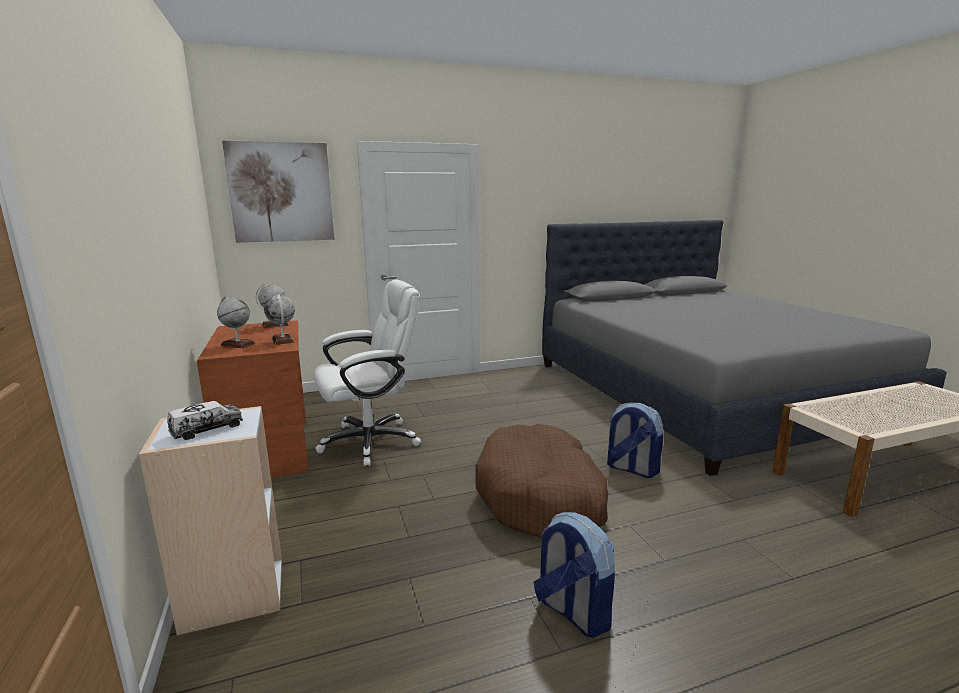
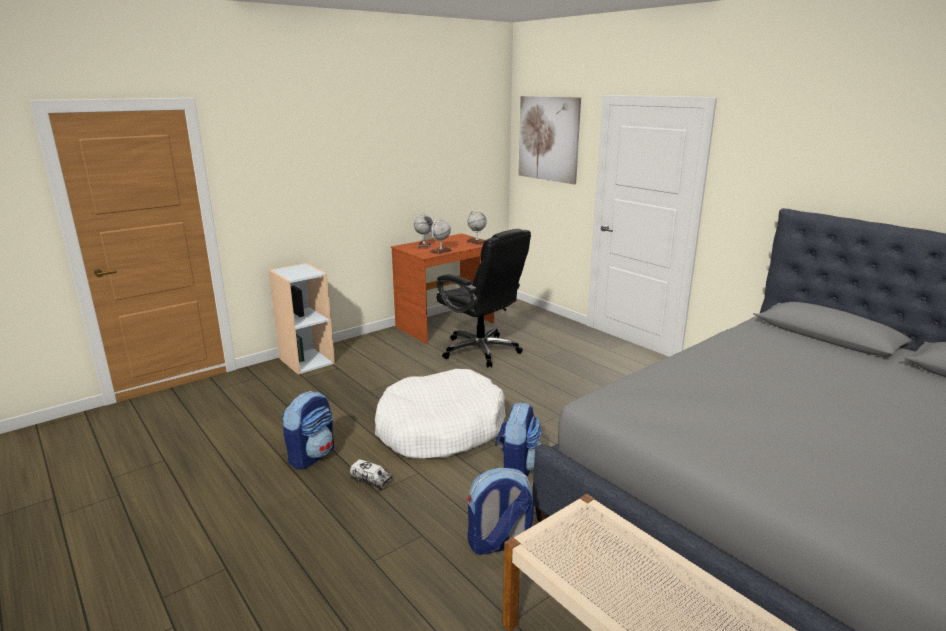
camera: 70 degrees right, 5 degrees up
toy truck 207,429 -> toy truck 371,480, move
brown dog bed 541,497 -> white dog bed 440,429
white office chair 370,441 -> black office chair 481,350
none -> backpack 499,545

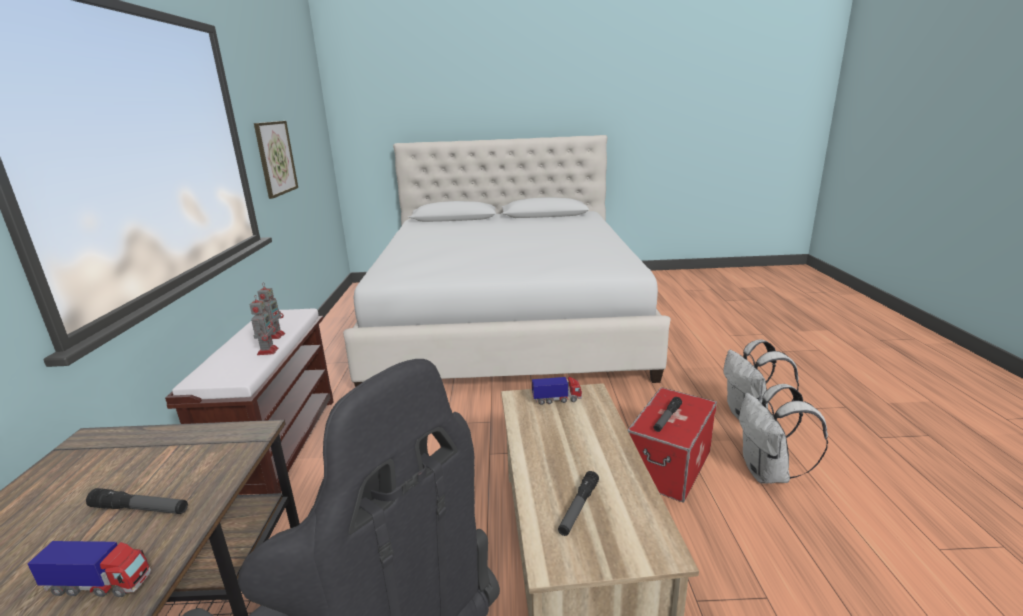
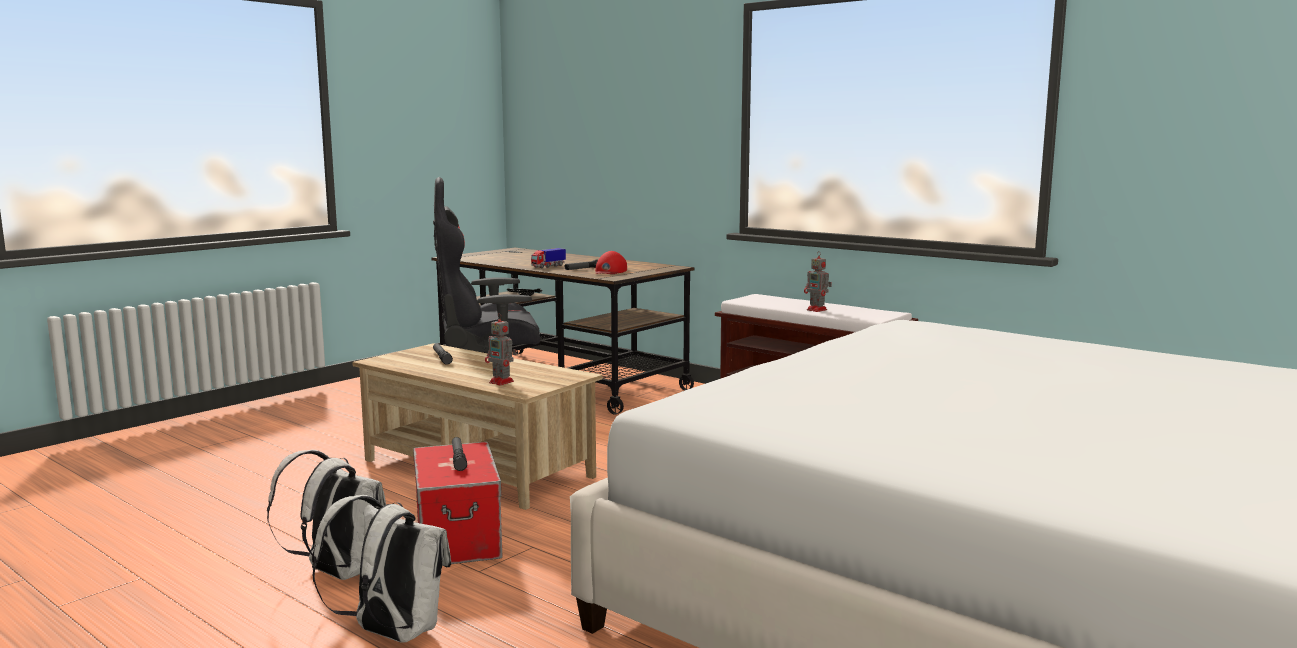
camera: 130 degrees right, 10 degrees down
toy robot 268,351 -> toy robot 502,382, move
none -> red cap 610,271
picture 275,158 -> none
toy truck 557,400 -> none

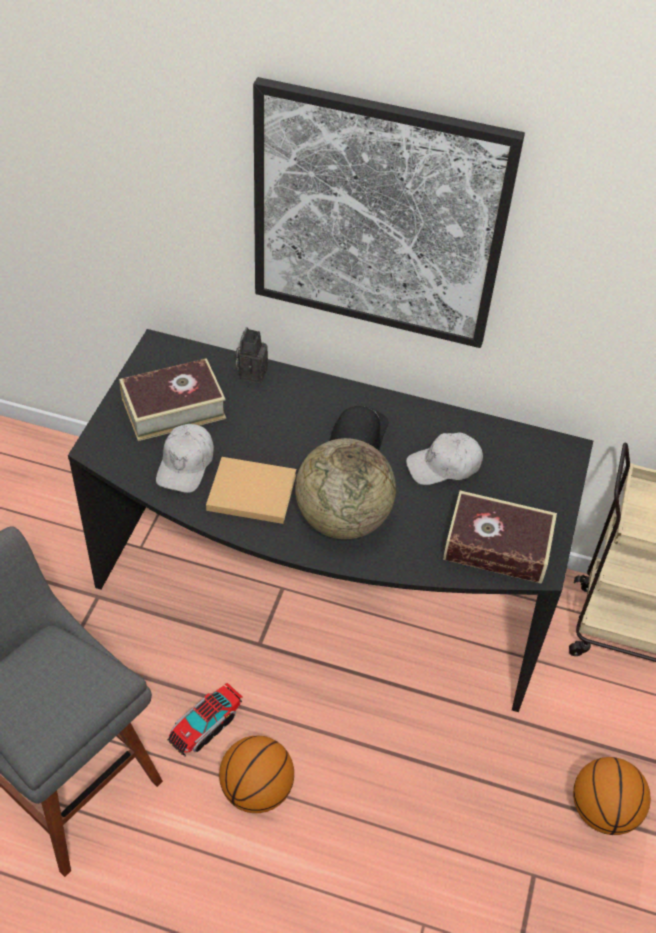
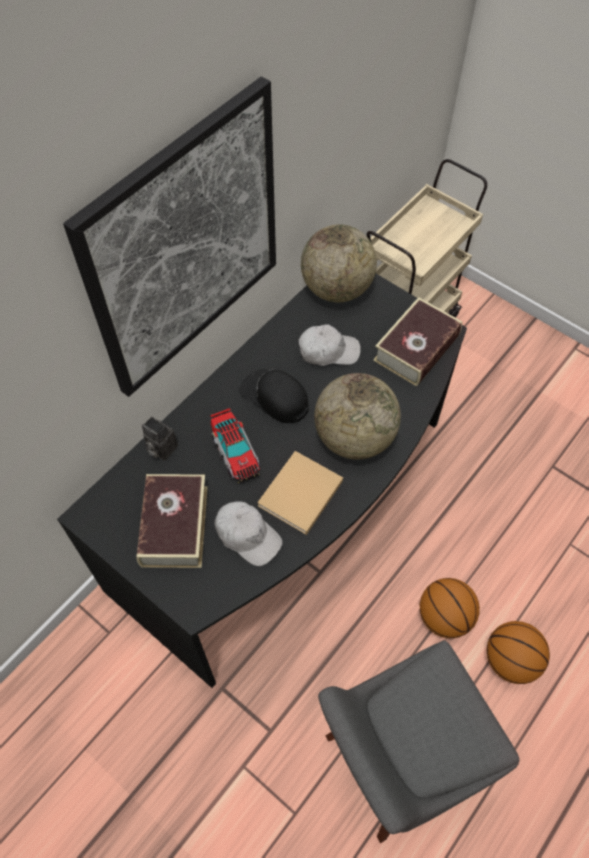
camera: 65 degrees left, 10 degrees up
toy truck 205,726 -> toy truck 235,452, move
white cap 444,466 -> white cap 328,351, 105 degrees counterclockwise
none -> globe 337,289
basketball 602,811 -> basketball 510,660, move

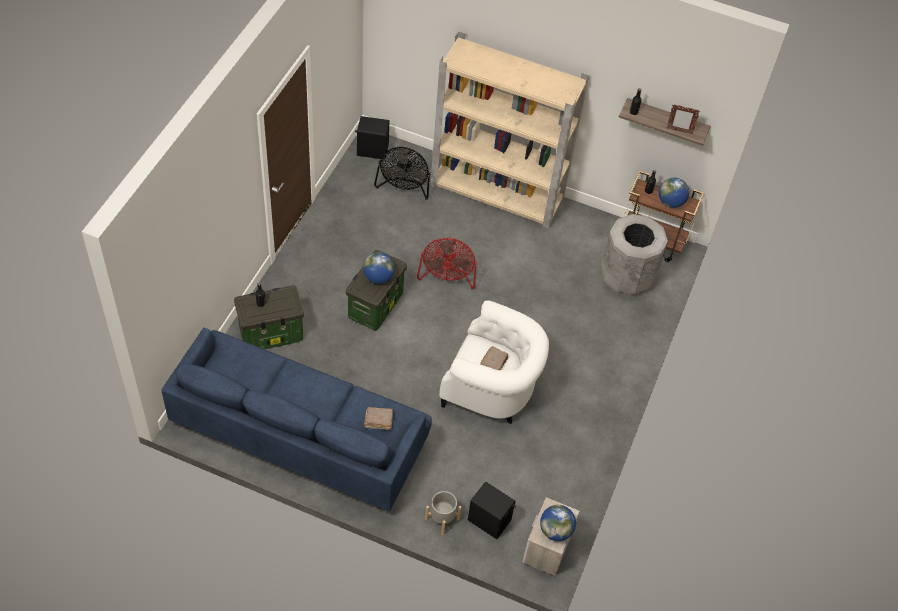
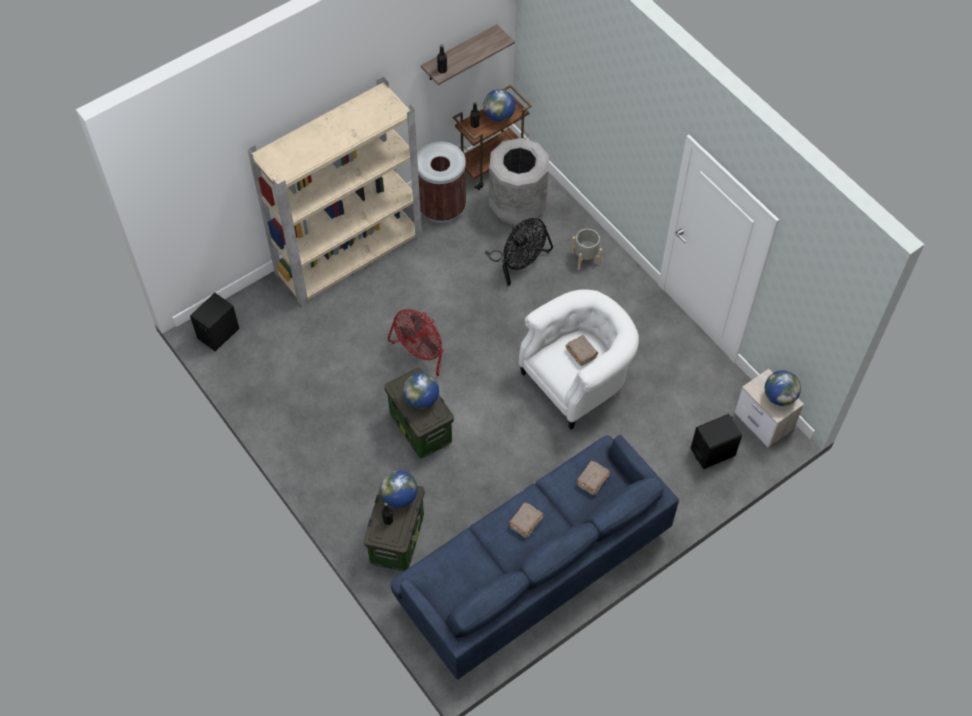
camera: 55 degrees left, 5 degrees up
none -> globe 399,497
red fan 445,275 -> red fan 421,349, 90 degrees clockwise
none -> brown trash can 442,207
black fan 402,185 -> black fan 518,263, move
none -> brown book 525,523
grey planter 442,519 -> grey planter 585,258, move
picture frame 679,131 -> none

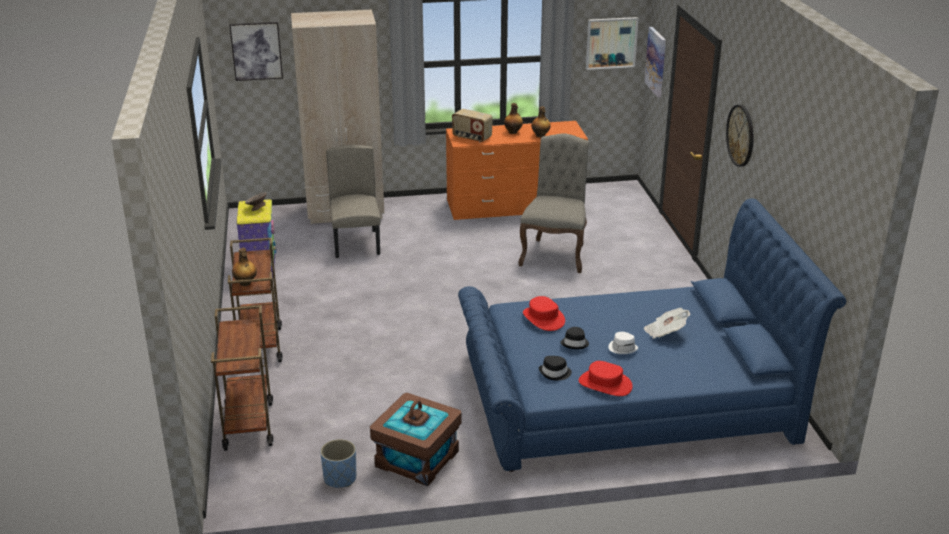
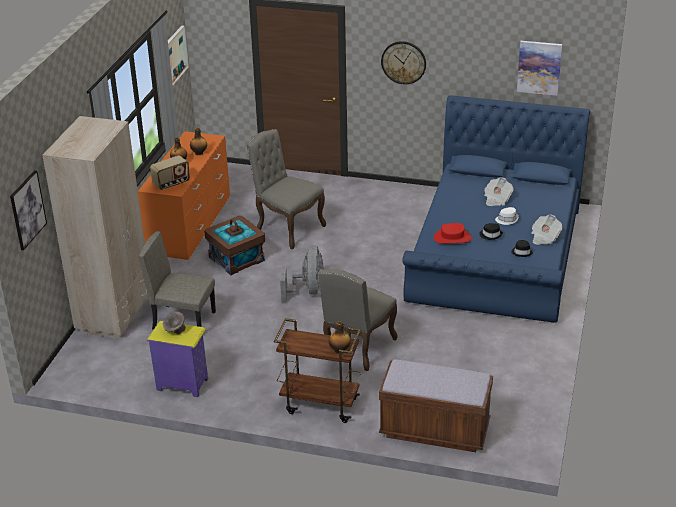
camera: 65 degrees left, 5 degrees up
brown storage box 417,459 -> brown storage box 237,259, move
none -> grey fan 307,291
none -> grey chair 356,349
brown cart 249,424 -> brown bench 434,430
picture 656,61 -> picture 539,67, move
red hat 605,384 -> newspaper 544,237
blue planter 340,478 -> none

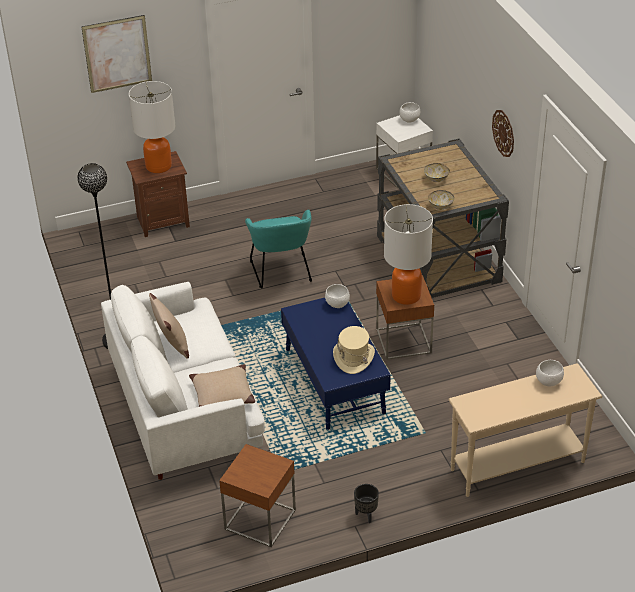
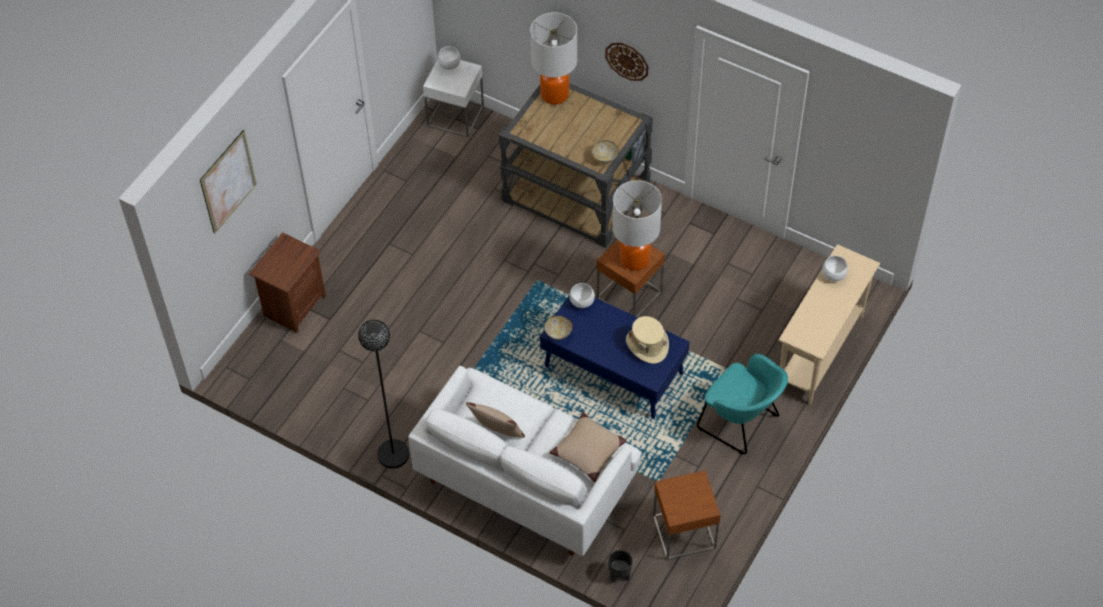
camera: 40 degrees left, 15 degrees up
table lamp 158,166 -> table lamp 554,94, move
bowl 436,179 -> bowl 558,333, move
black planter 365,515 -> black planter 619,575, move
turquoise armchair 281,273 -> turquoise armchair 741,424, move

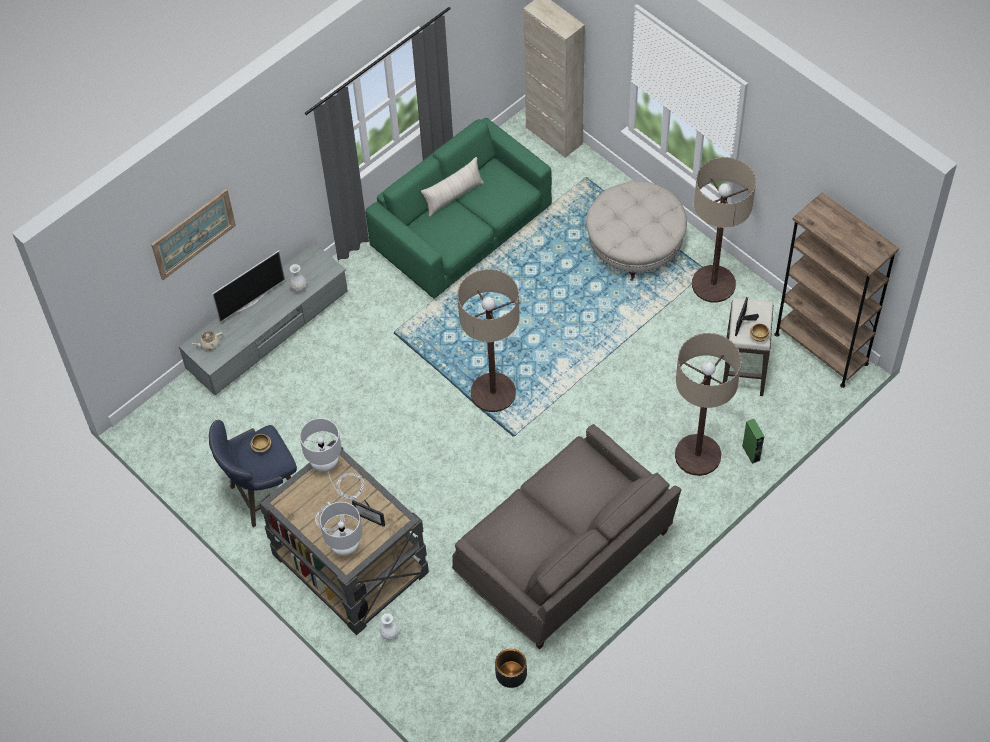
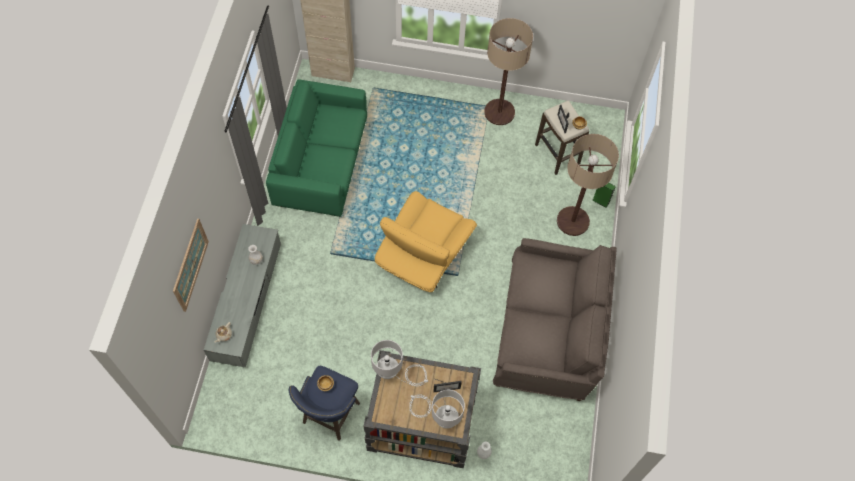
camera: 40 degrees left, 5 degrees up
floor lamp 493,393 -> yellow armchair 423,255
television 251,302 -> none
beige pillow 453,196 -> none
black planter 511,674 -> none
beige ottoman 635,245 -> none
brown bookcase 821,349 -> none

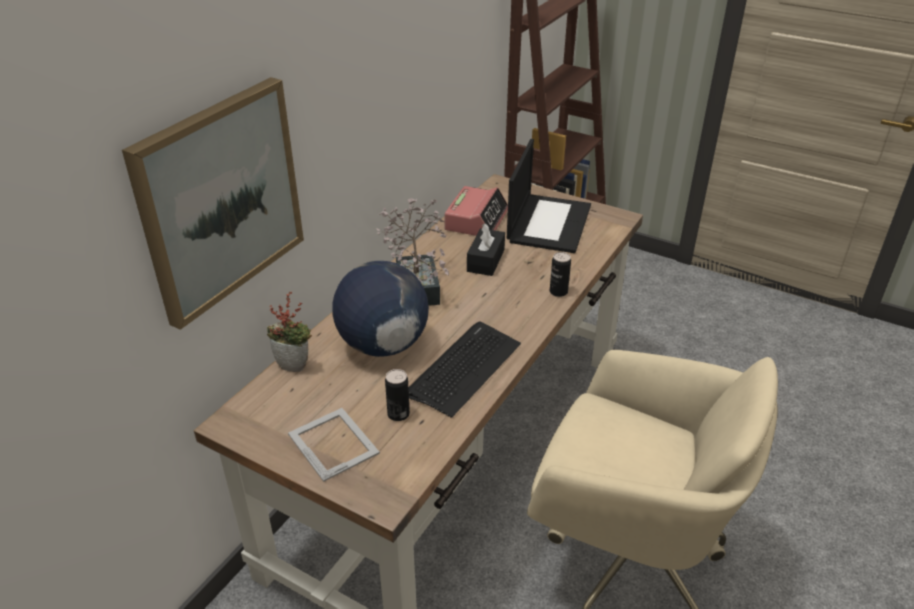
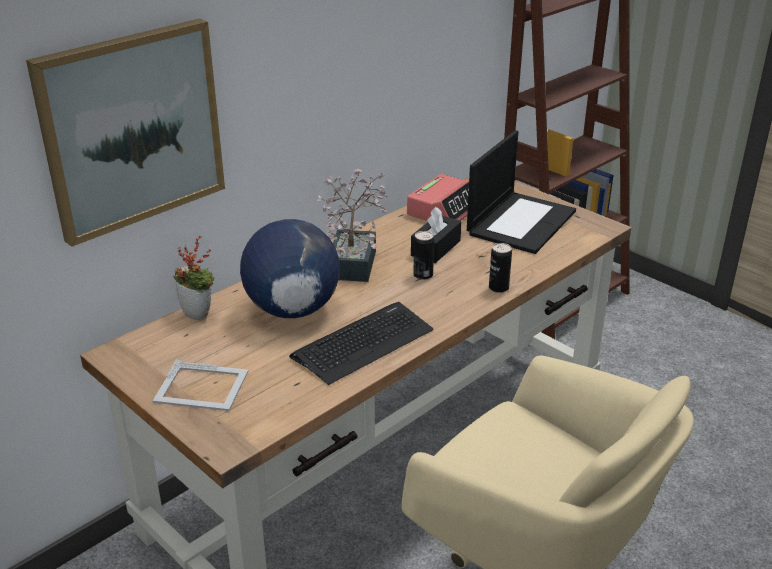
camera: 15 degrees right, 5 degrees down
picture frame 333,442 -> picture frame 202,387, 120 degrees clockwise
can 398,414 -> can 423,275, move

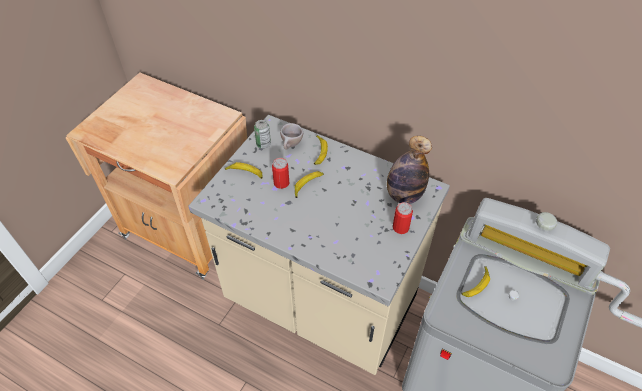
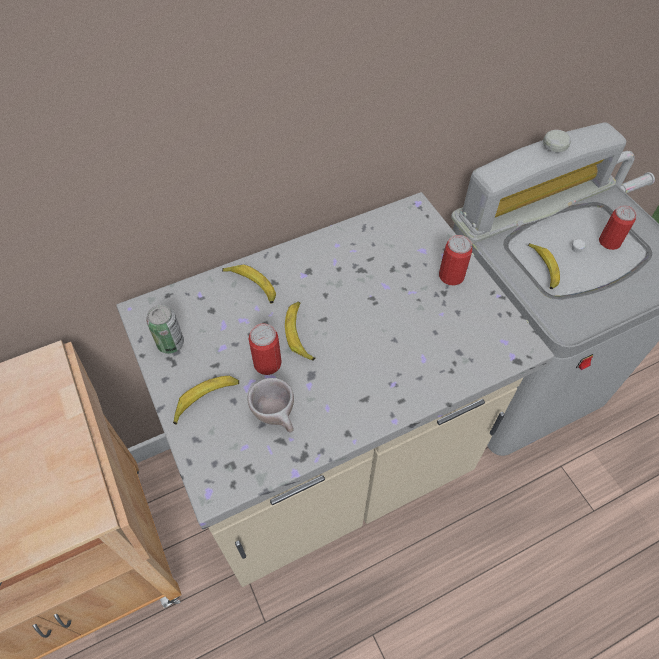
camera: 55 degrees left, 5 degrees up
beige cup 291,146 -> beige cup 277,418, move
none -> can 609,242
bottle 403,195 -> none

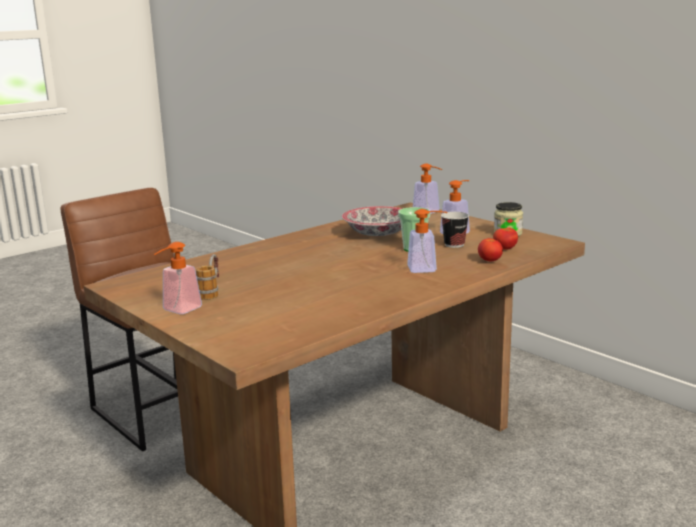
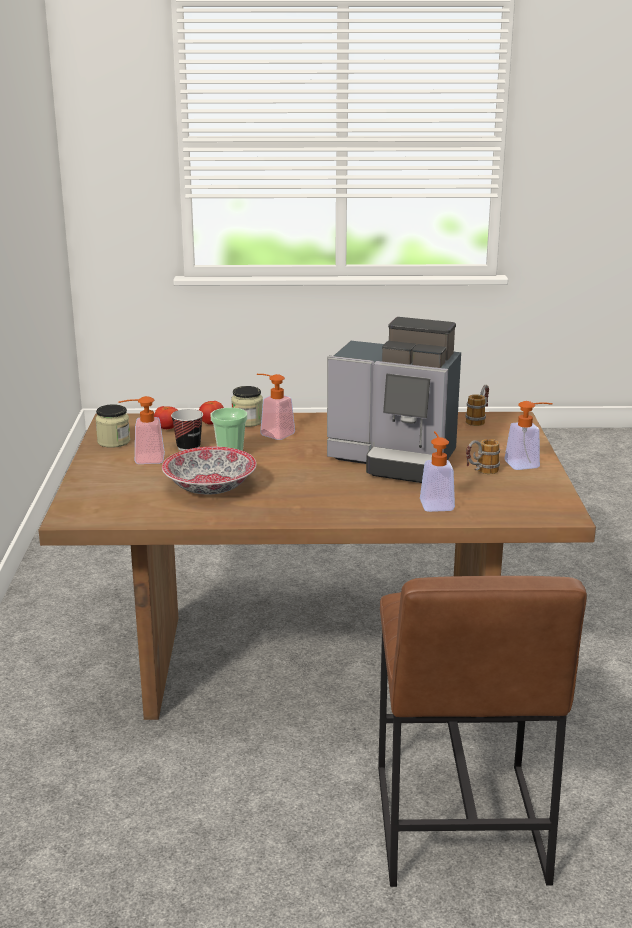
camera: 140 degrees left, 5 degrees up
none -> jar 247,421
none -> coffee machine 395,460
soap dispenser 429,212 -> soap dispenser 435,503, move
none -> mug 478,419

